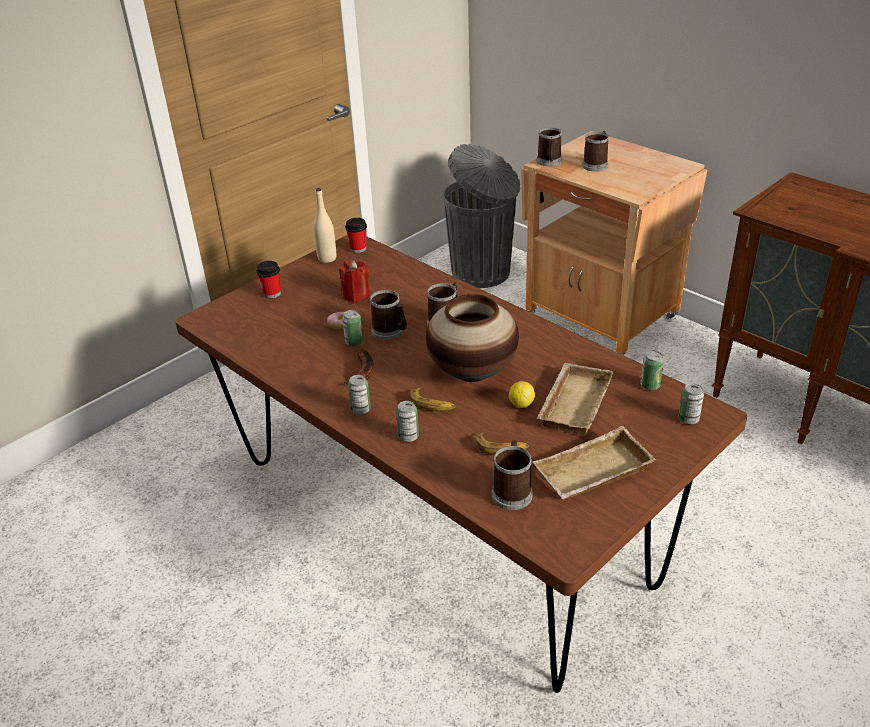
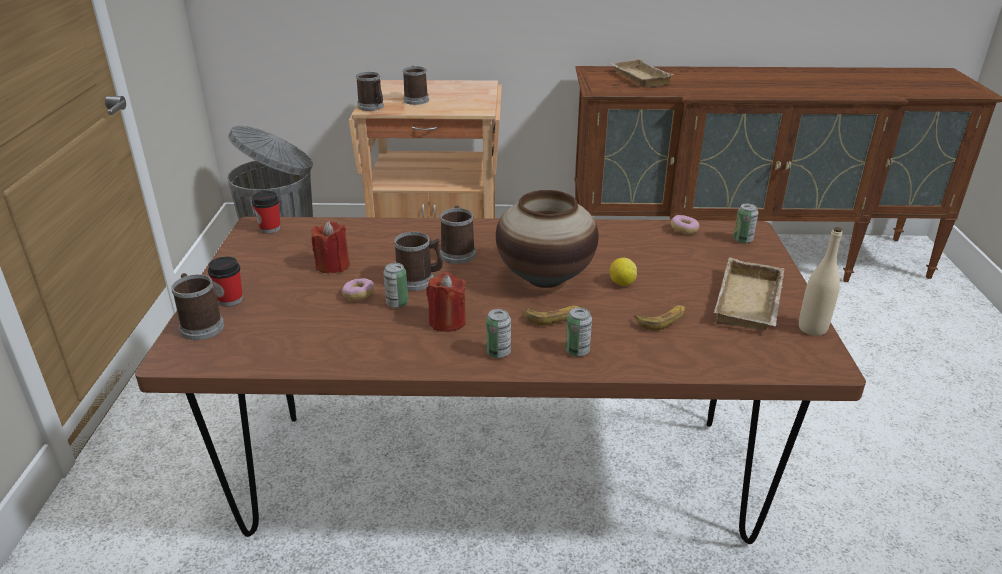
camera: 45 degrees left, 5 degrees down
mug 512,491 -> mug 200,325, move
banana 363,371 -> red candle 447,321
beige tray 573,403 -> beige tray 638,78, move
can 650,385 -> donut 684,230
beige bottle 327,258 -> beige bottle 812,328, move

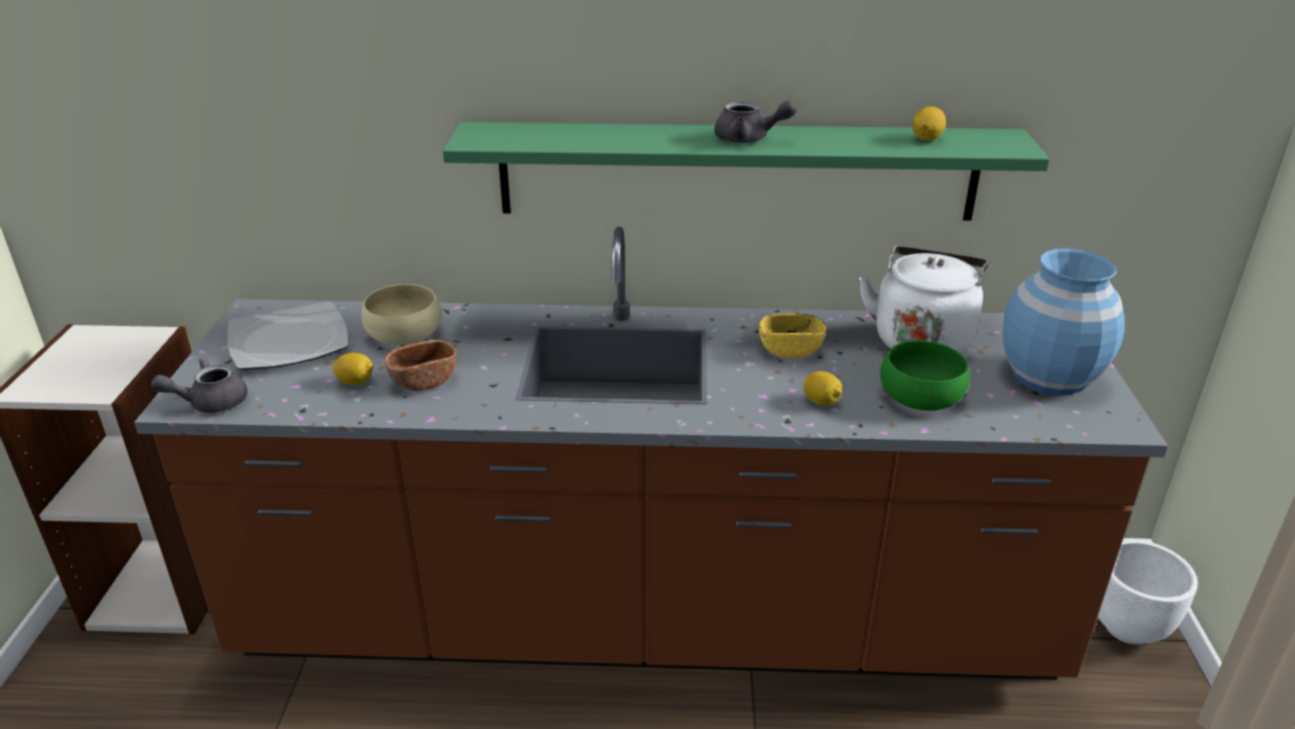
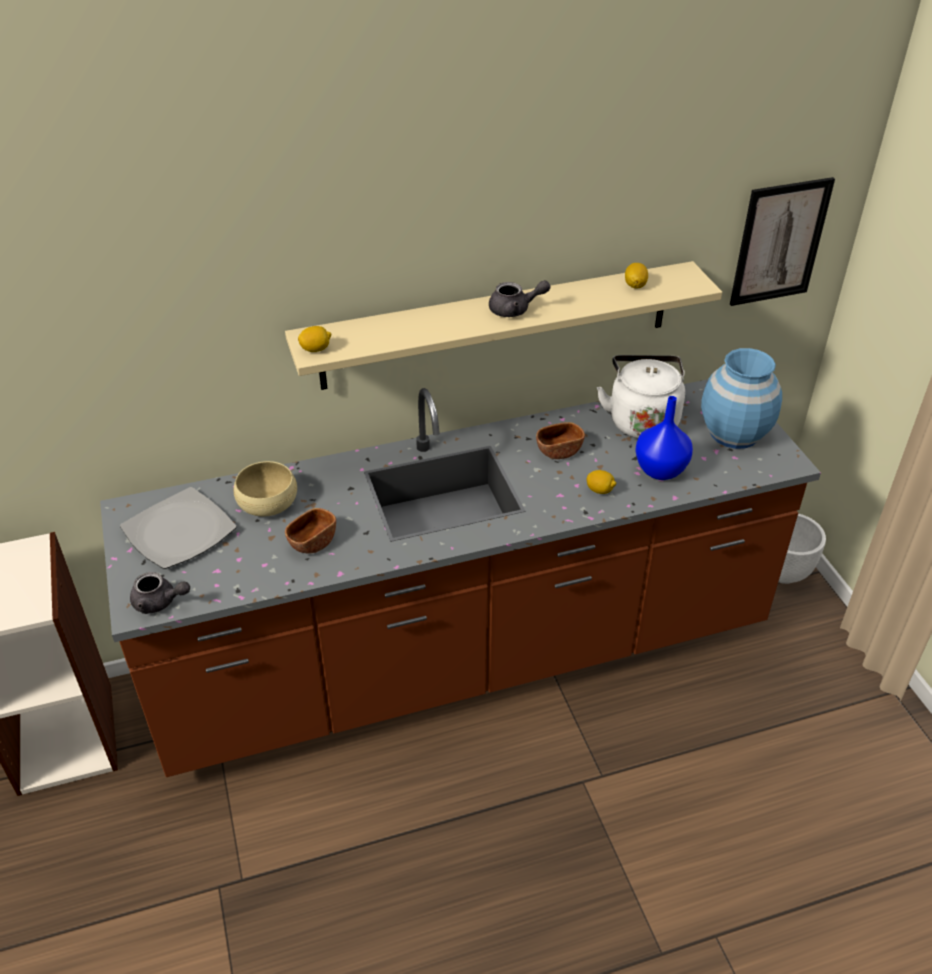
camera: 20 degrees left, 10 degrees up
grey teapot 210,402 -> grey teapot 159,602, 120 degrees counterclockwise
green shelf 737,171 -> beige shelf 497,325
lemon 355,381 -> lemon 316,349, move
yellow bowl 790,350 -> brown bowl 559,451
green bowl 921,397 -> blue vase 661,470
none -> picture 779,242

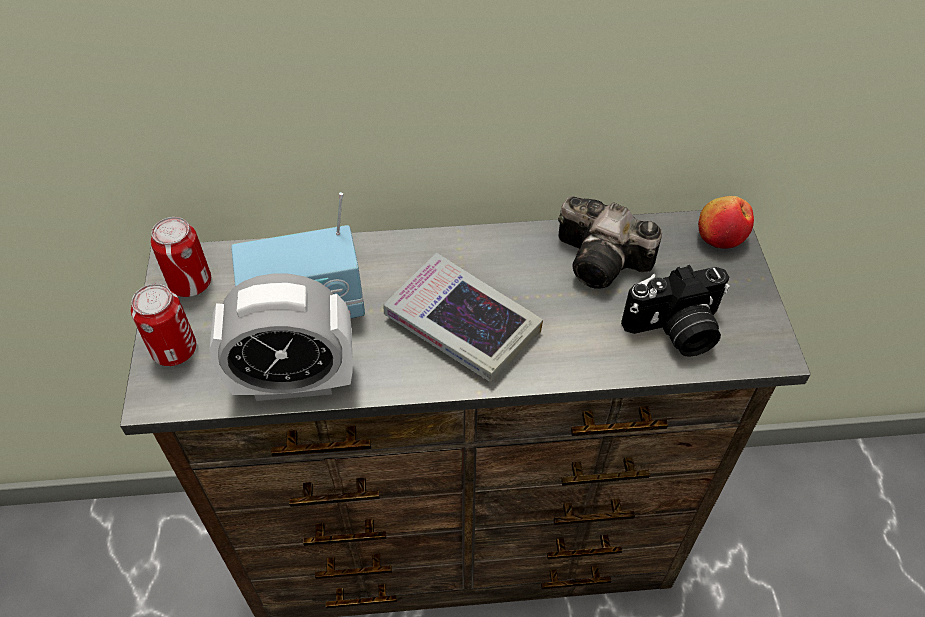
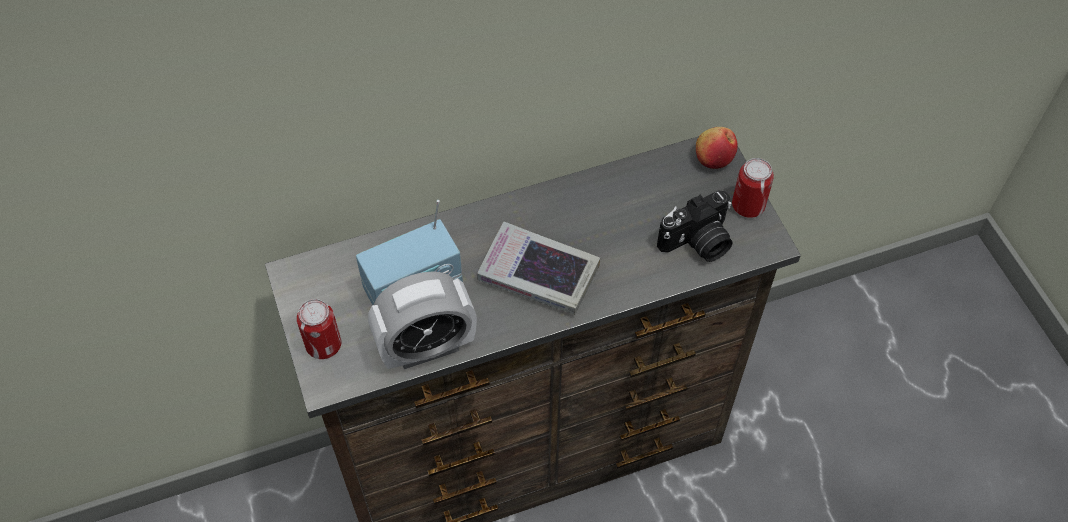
camera: 15 degrees left, 5 degrees up
can 190,283 -> can 748,206, move
photo camera 605,262 -> none

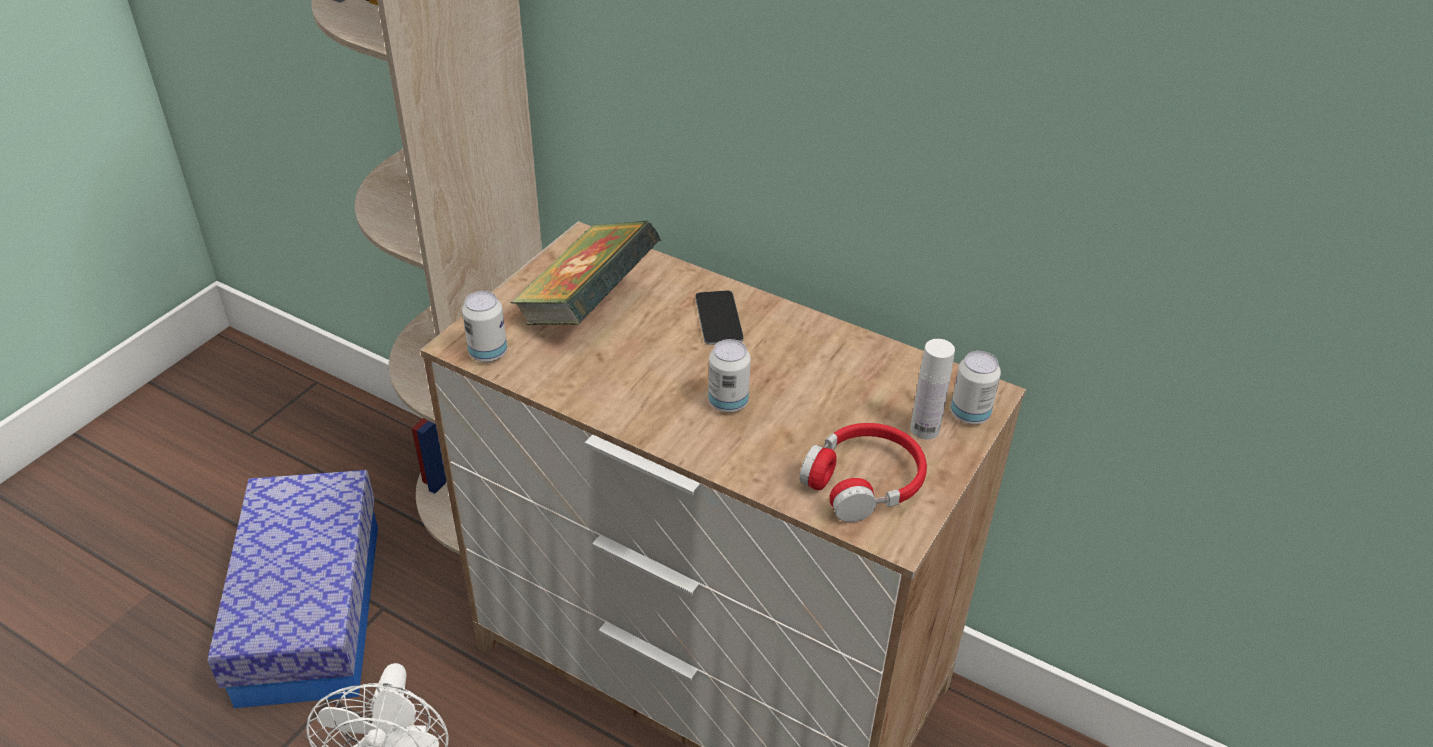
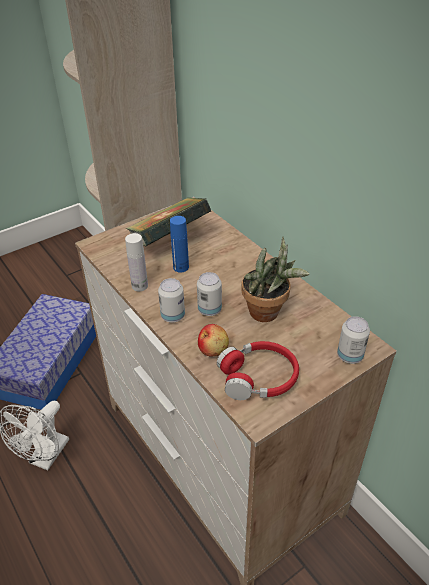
camera: 25 degrees right, 0 degrees up
white bottle 924,429 -> white bottle 139,286, move
can 488,353 -> can 173,316, move
none -> blue bottle 181,267
none -> apple 213,349
none -> potted plant 268,314
phone 718,318 -> none

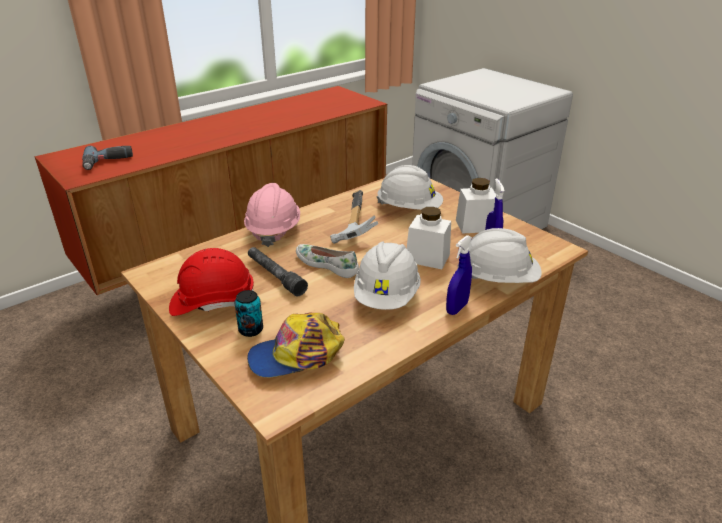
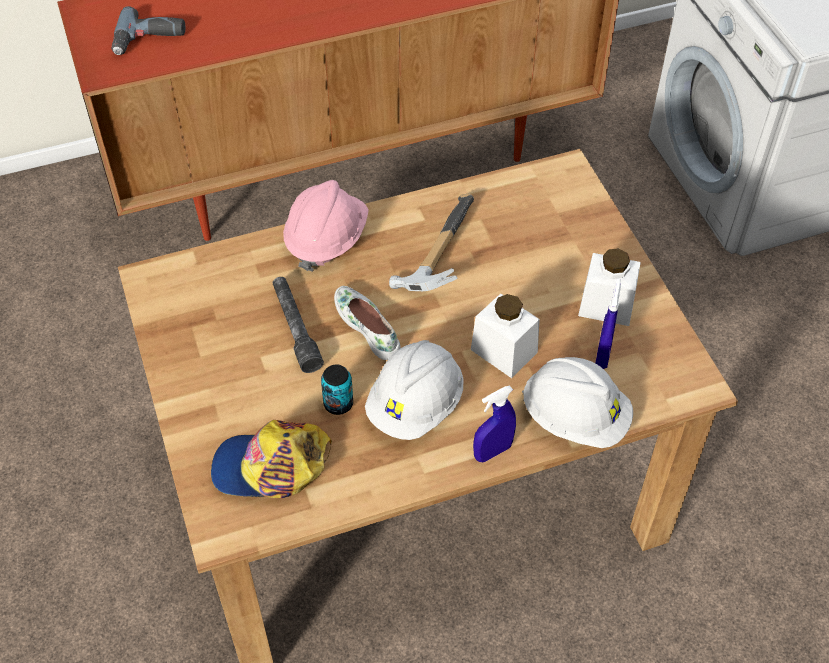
camera: 20 degrees right, 20 degrees up
can 251,330 -> can 338,404, move
red hard hat 212,301 -> none
white hard hat 409,209 -> none

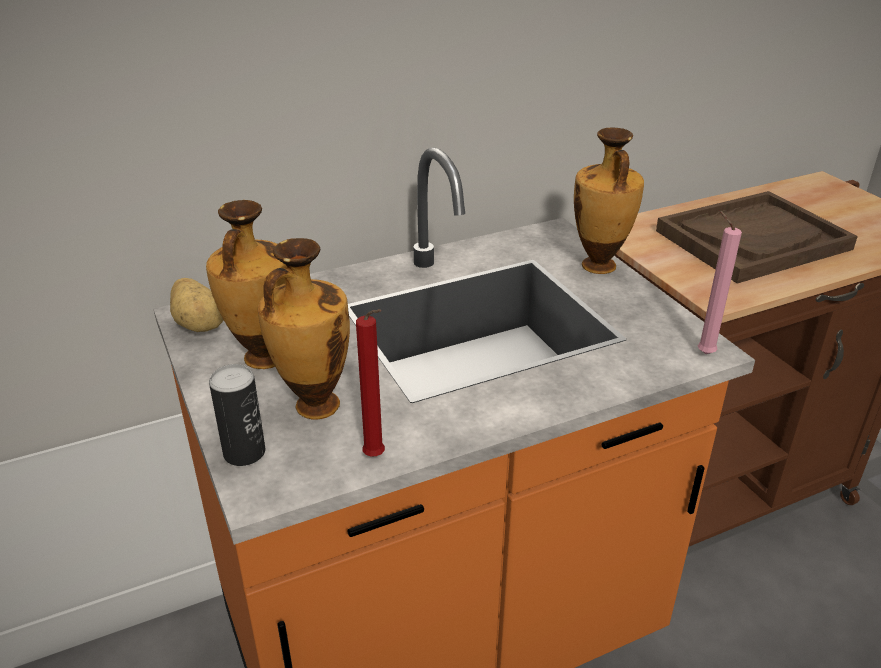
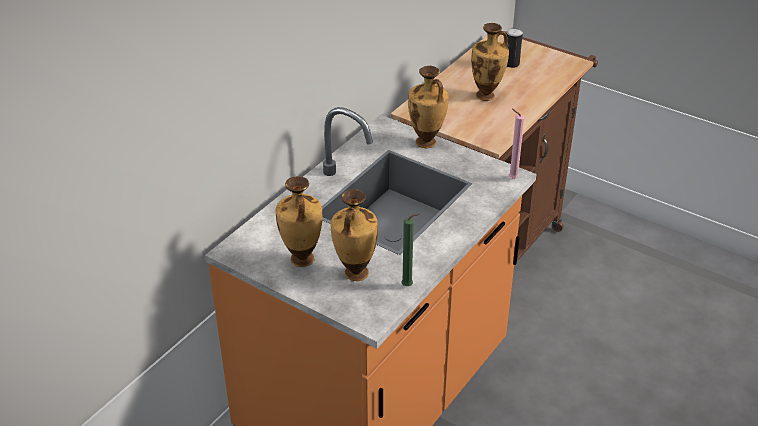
camera: 30 degrees left, 5 degrees up
red candle 376,458 -> green candle 409,286
brown tray 752,240 -> vase 486,96
can 244,452 -> can 511,64, move
potato 200,324 -> none

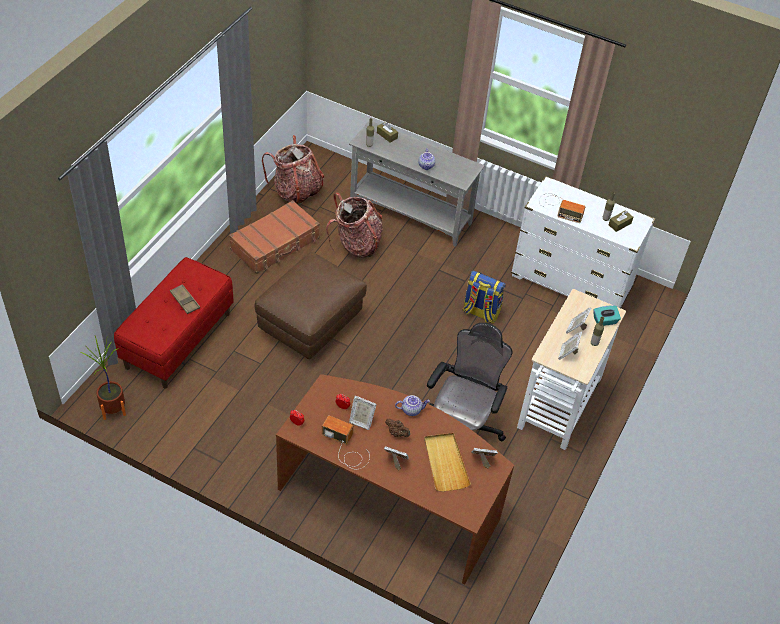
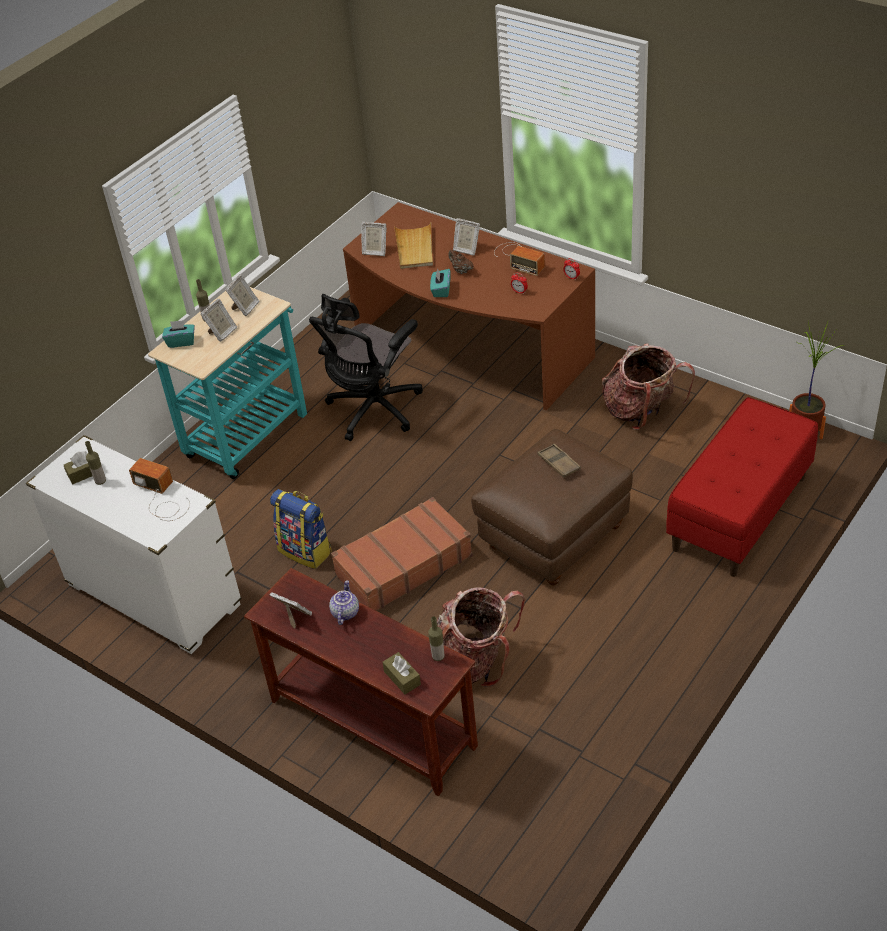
camera: 165 degrees left, 5 degrees down
white cart 558,407 -> turquoise cart 248,435
grey console table 411,213 -> brown console table 371,723
picture frame 361,420 -> picture frame 294,617, move
brown suitcase 276,244 -> brown suitcase 403,565, move
teapot 411,409 -> turquoise tissue box 441,290
brown tray 185,301 -> brown tray 559,463, move
backpack 296,191 -> backpack 642,411, move

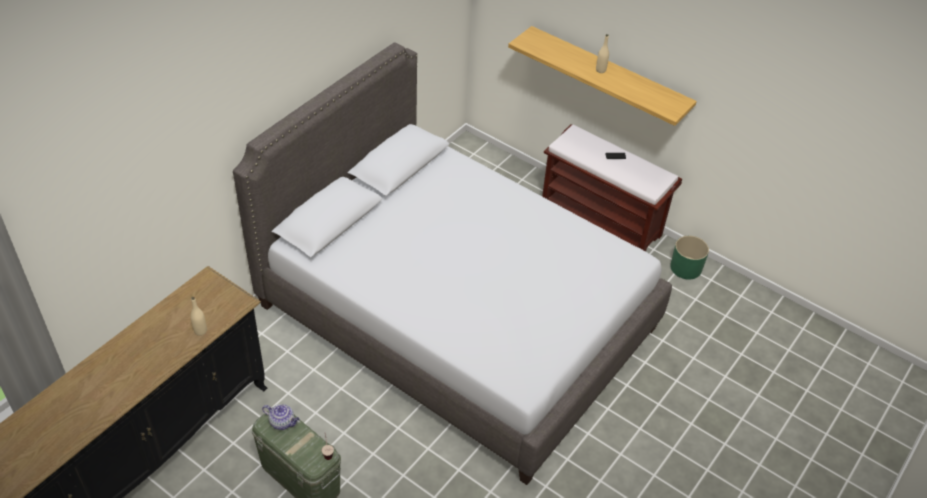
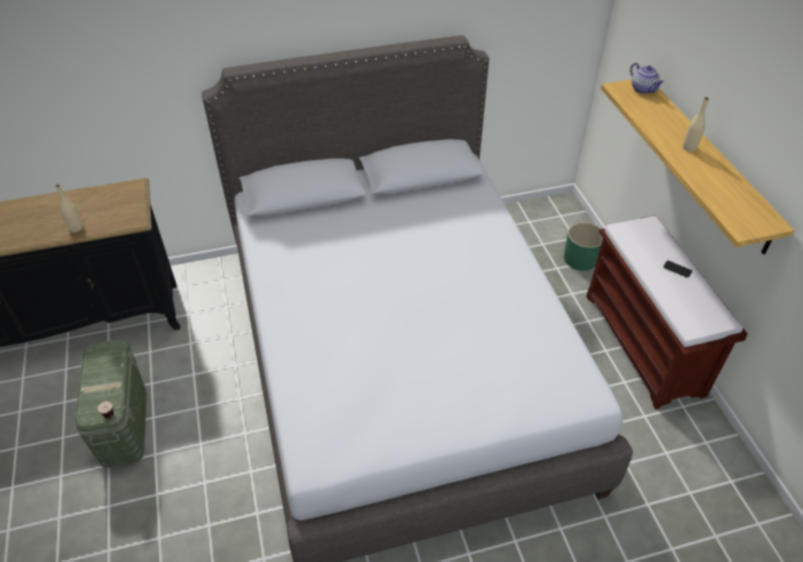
camera: 40 degrees right, 0 degrees up
green planter 686,268 -> green planter 581,258, move
teapot 282,422 -> teapot 643,89, move

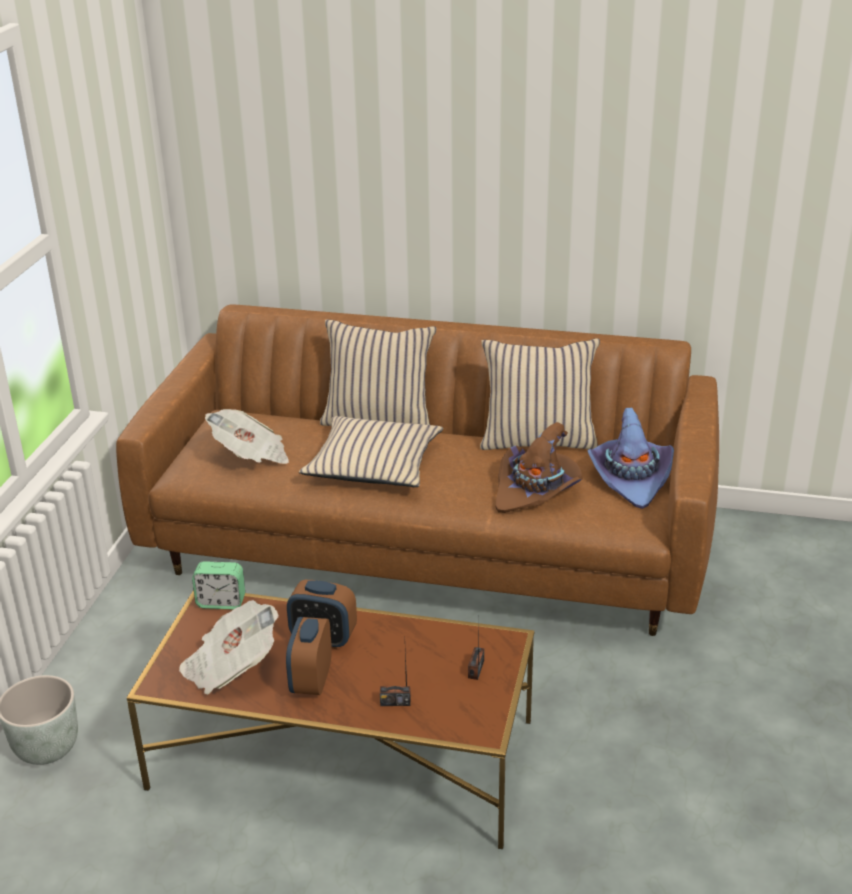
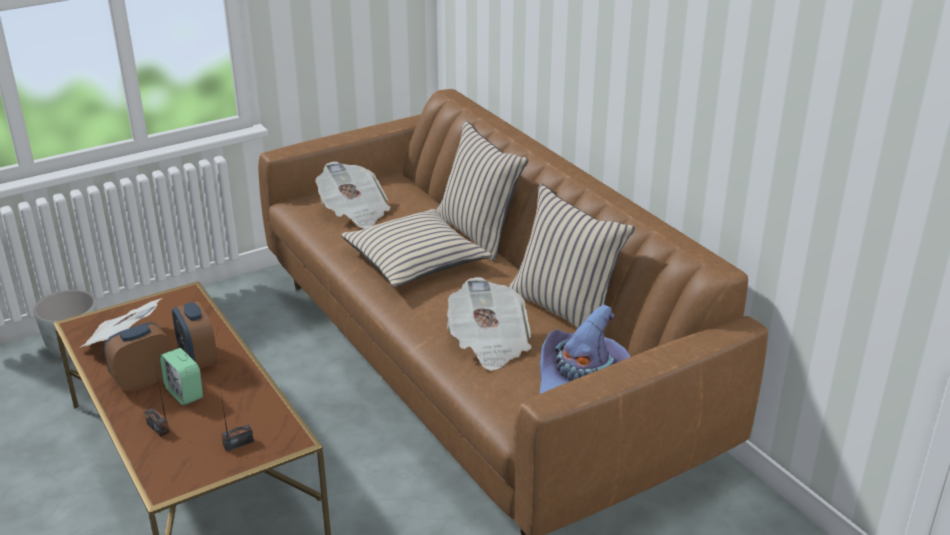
camera: 45 degrees right, 0 degrees up
alarm clock 221,602 -> alarm clock 184,393, move
brown hat 536,490 -> newspaper 489,343

